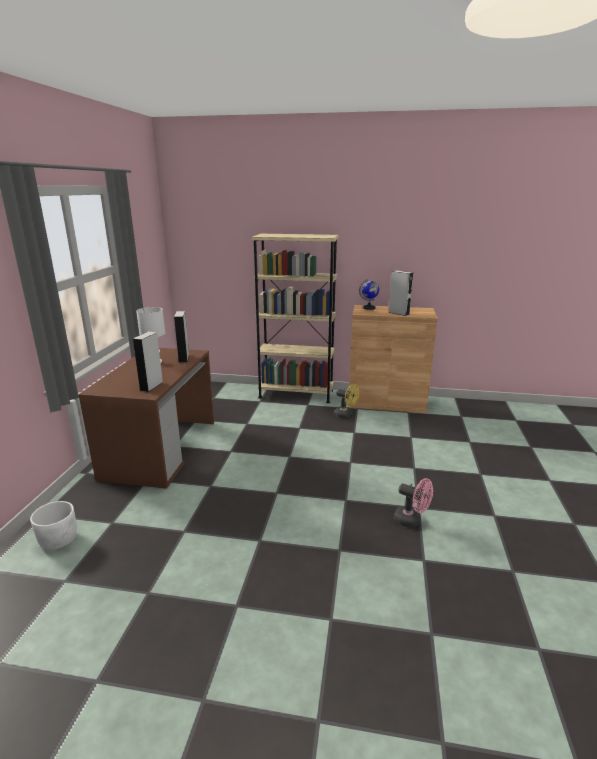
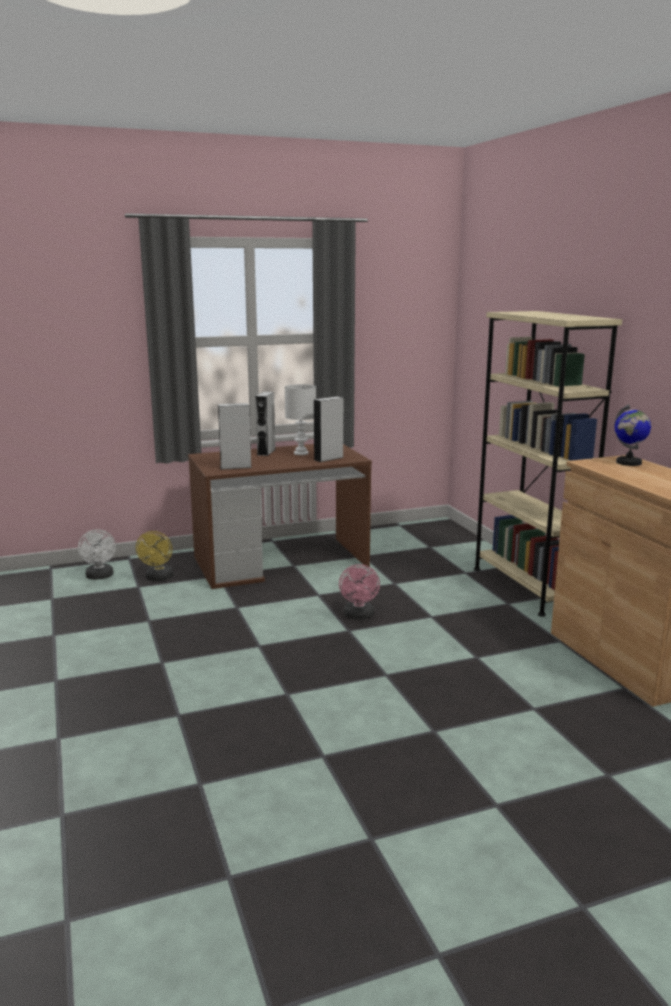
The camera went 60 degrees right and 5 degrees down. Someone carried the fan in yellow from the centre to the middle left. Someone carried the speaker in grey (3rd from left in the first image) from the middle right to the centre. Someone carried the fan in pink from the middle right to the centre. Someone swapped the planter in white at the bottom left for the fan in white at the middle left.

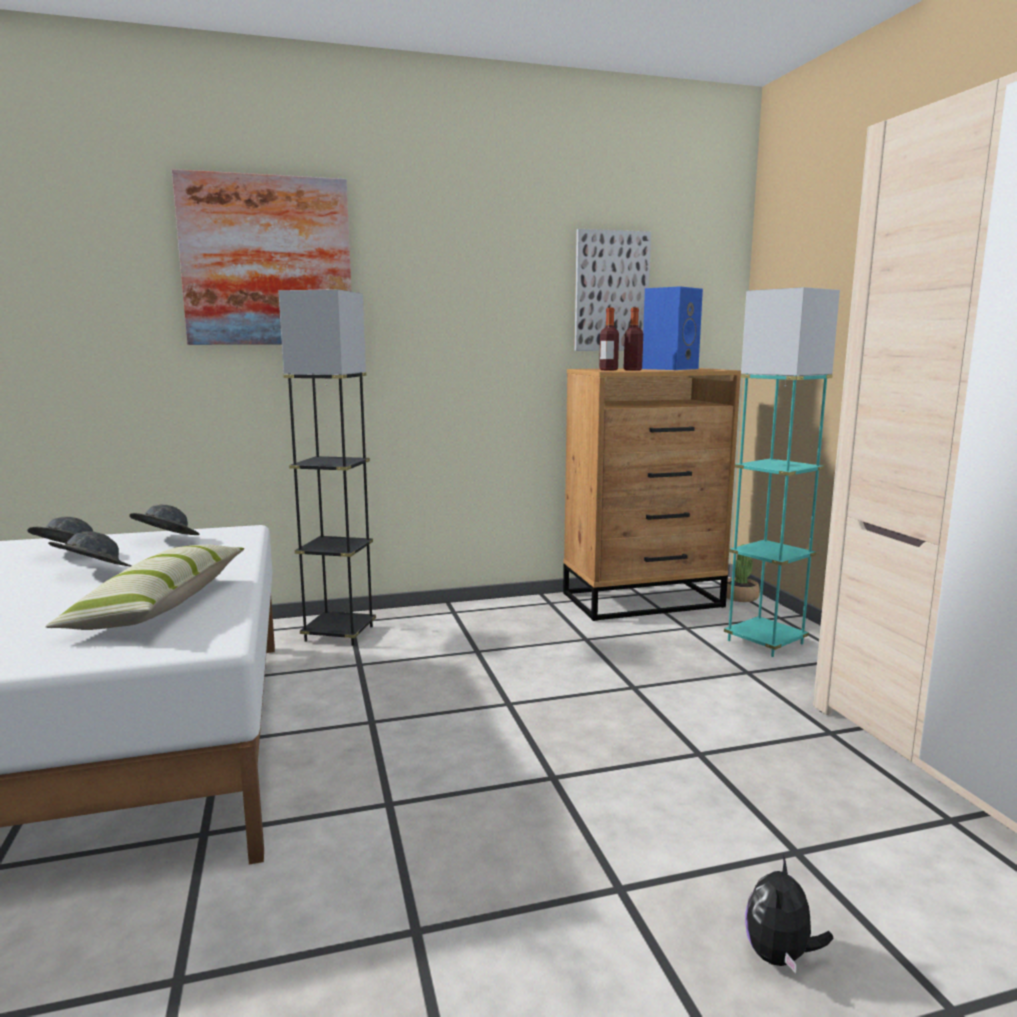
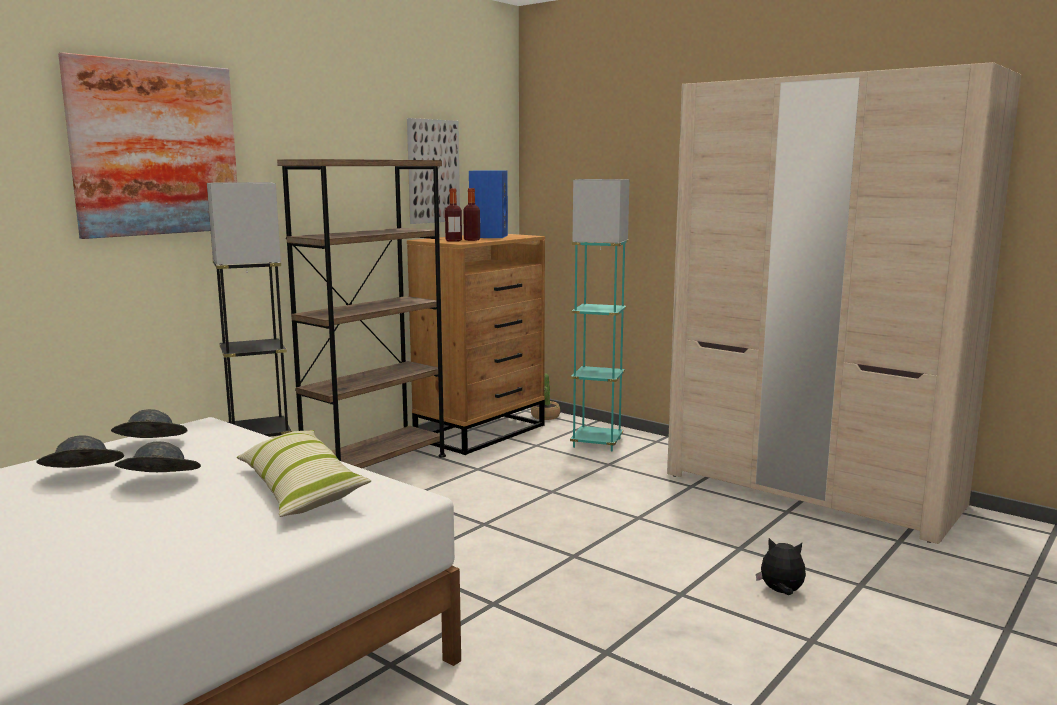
The camera went 35 degrees left and 0 degrees up. Someone put down the bookcase in brown at the centre. Someone rotated the plush toy at the bottom right by 120 degrees clockwise.

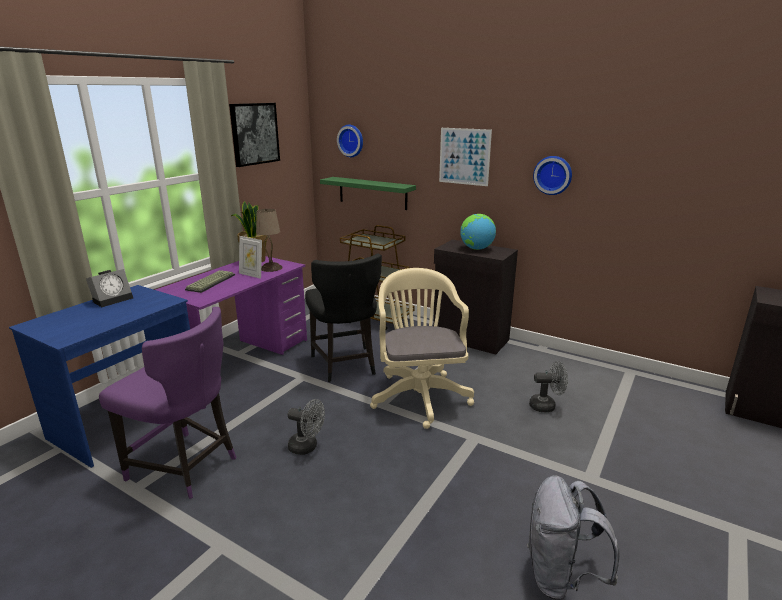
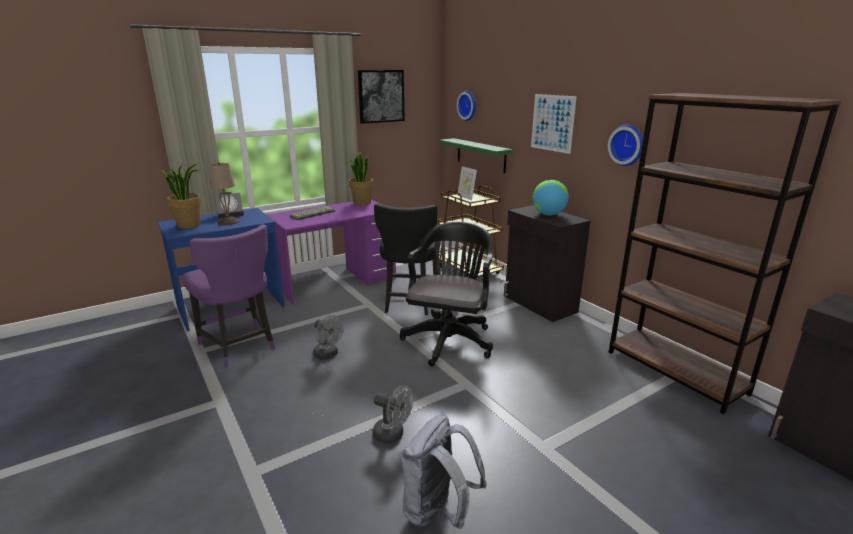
The camera went 25 degrees right and 0 degrees up. Someone put down the potted plant (1st from left) at the middle left. Someone put down the bookcase in brown at the middle right. Someone carried the picture frame from the middle left to the centre. Someone carried the table lamp in beige from the centre to the middle left. Someone carried the fan in grey (2nd from left) from the middle right to the bottom centre. Someone repainted the office chair in beige at the centre, which became the office chair in black at the centre.

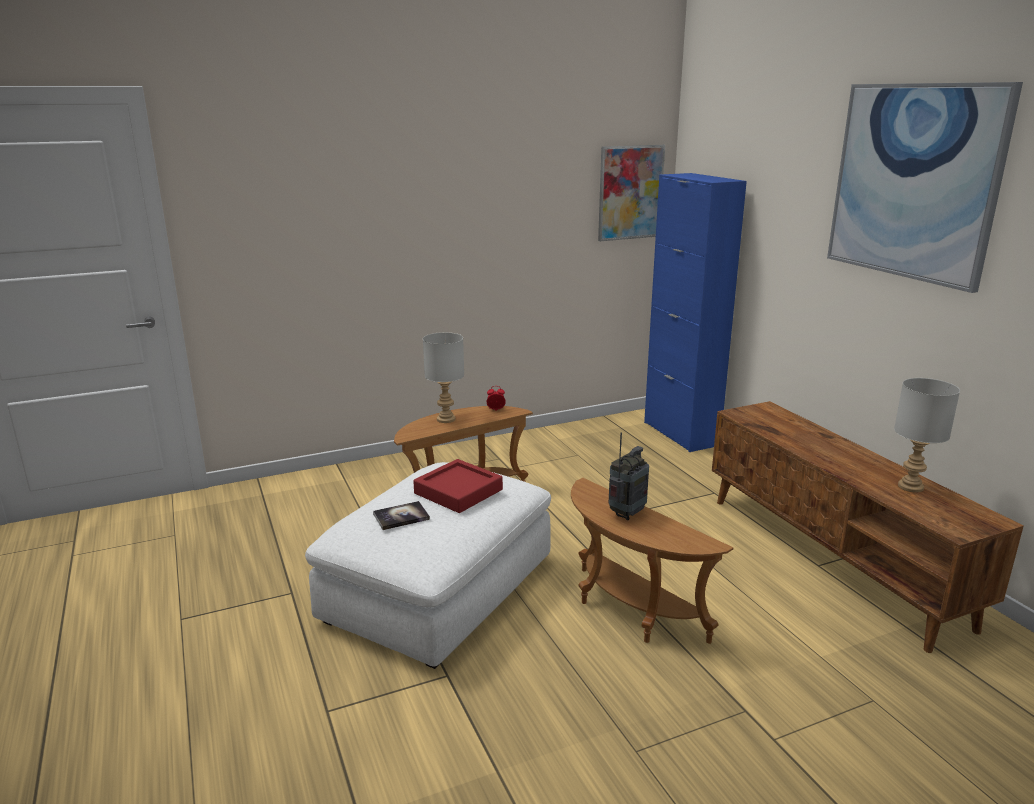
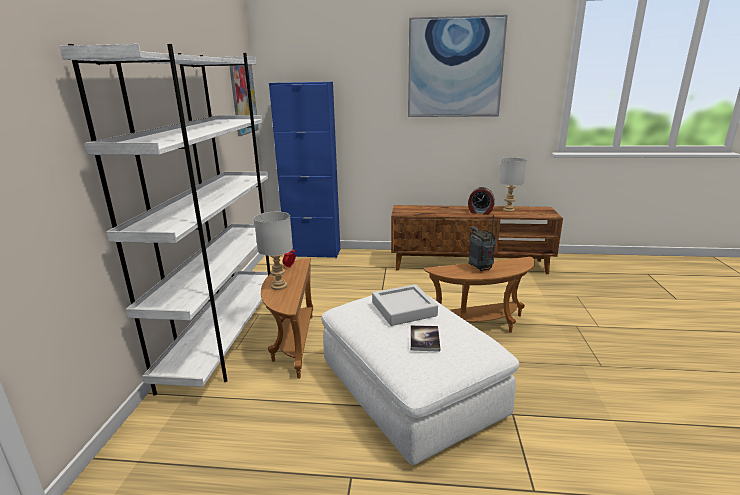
The camera went 60 degrees left and 0 degrees up. Someone put down the bookcase in white at the middle left. Someone put down the alarm clock (2nd from left) at the centre. Someone repainted the tray in red at the centre, which became the tray in grey at the centre.

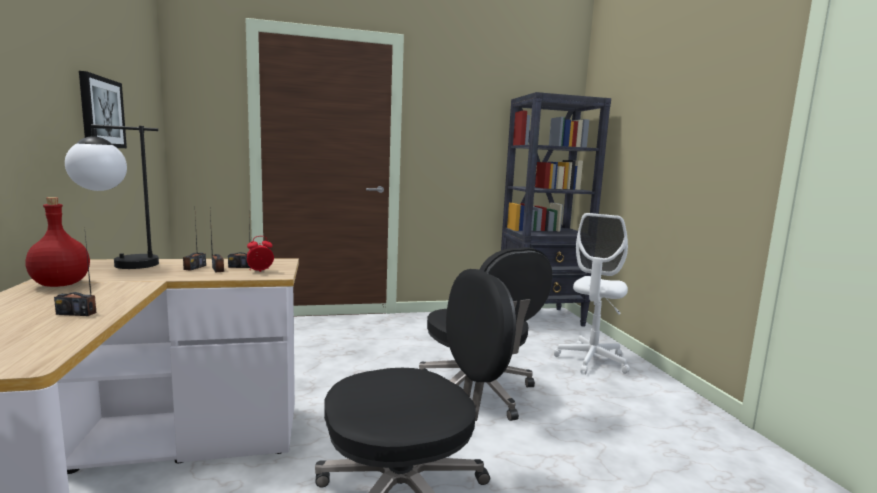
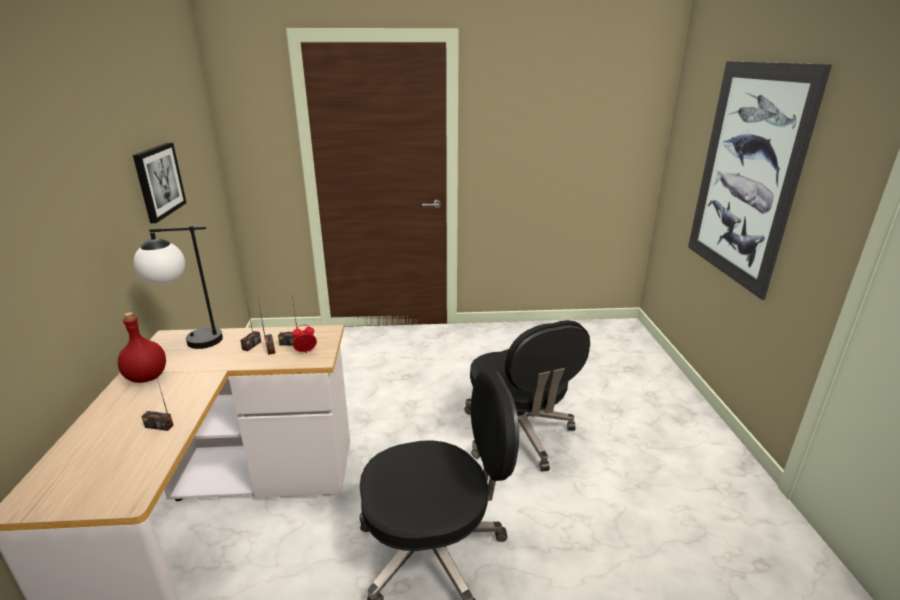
The camera went 10 degrees right and 15 degrees up. Someone took away the bookcase in black at the centre. Someone took away the office chair in white at the middle right. Someone put up the picture (2nd from left) at the top right.

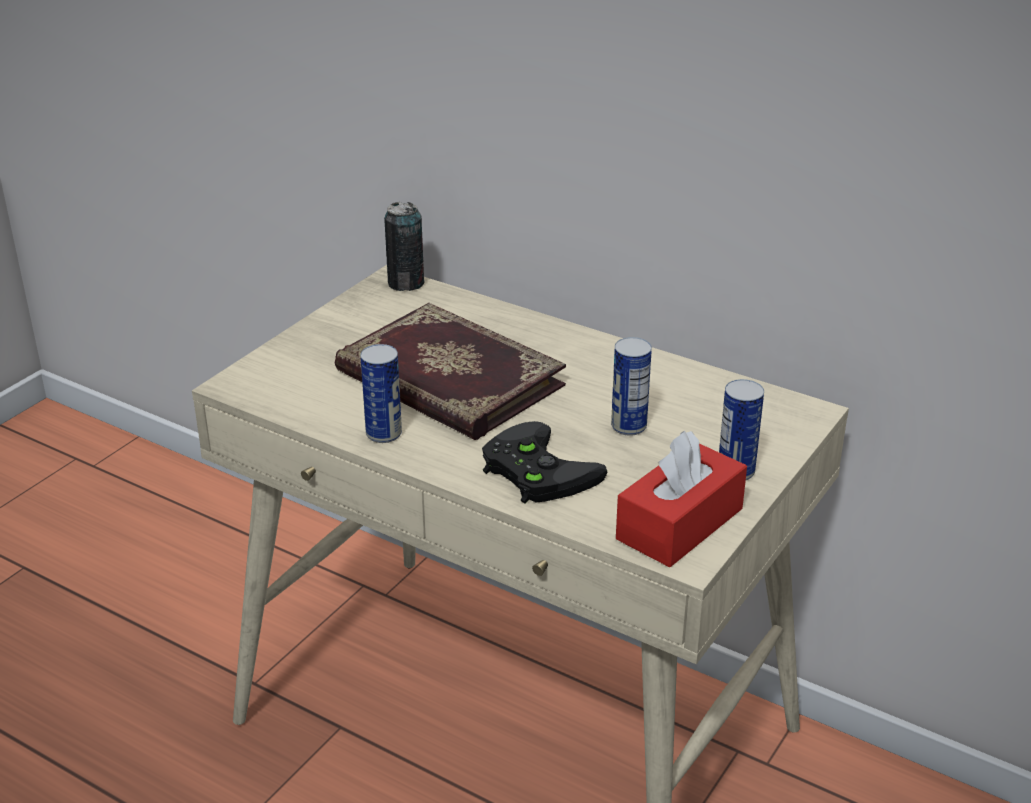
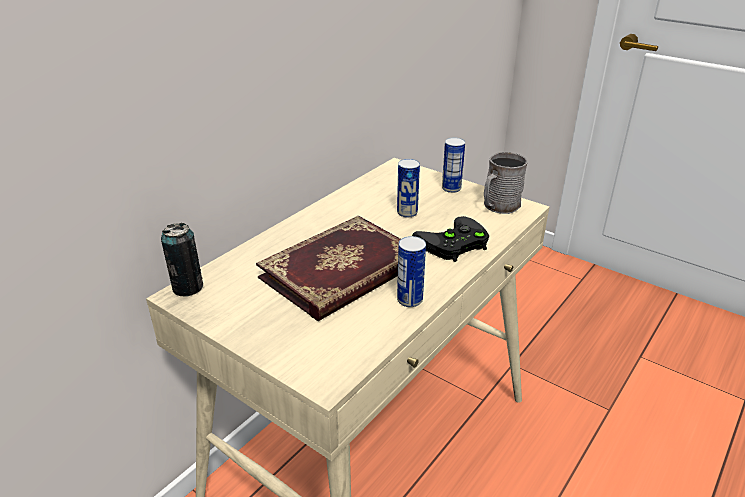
The camera went 85 degrees left and 0 degrees up. Someone swapped the tissue box in red at the centre for the mug in grey at the middle right.

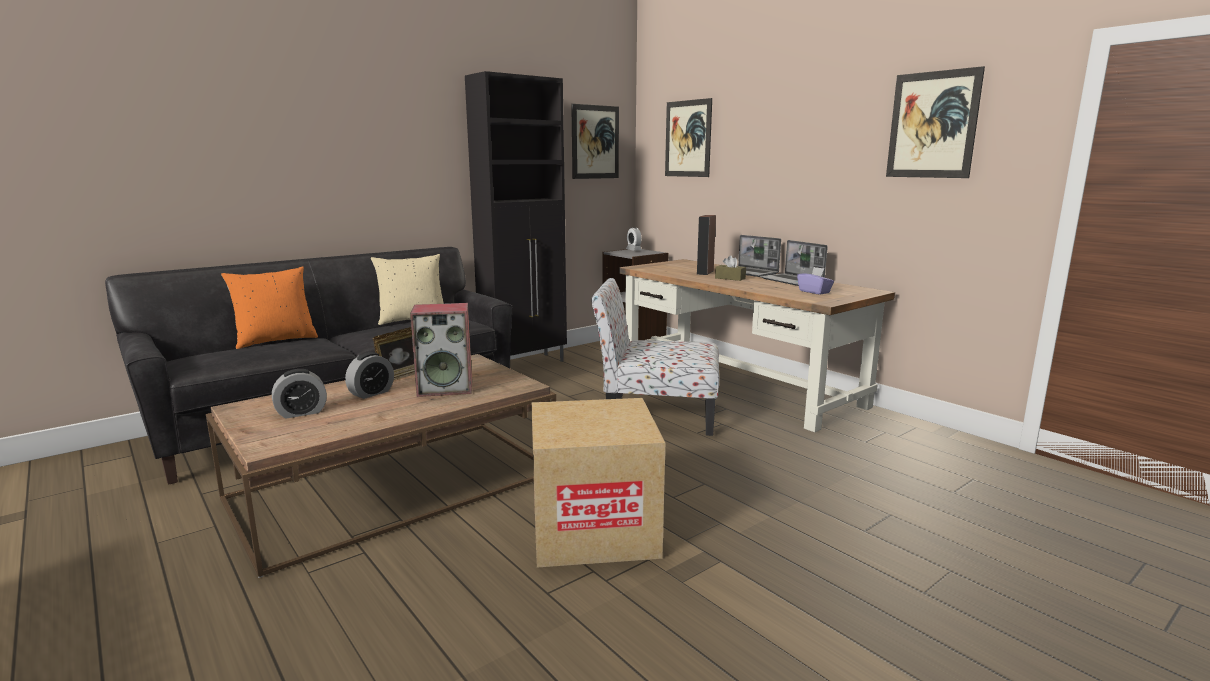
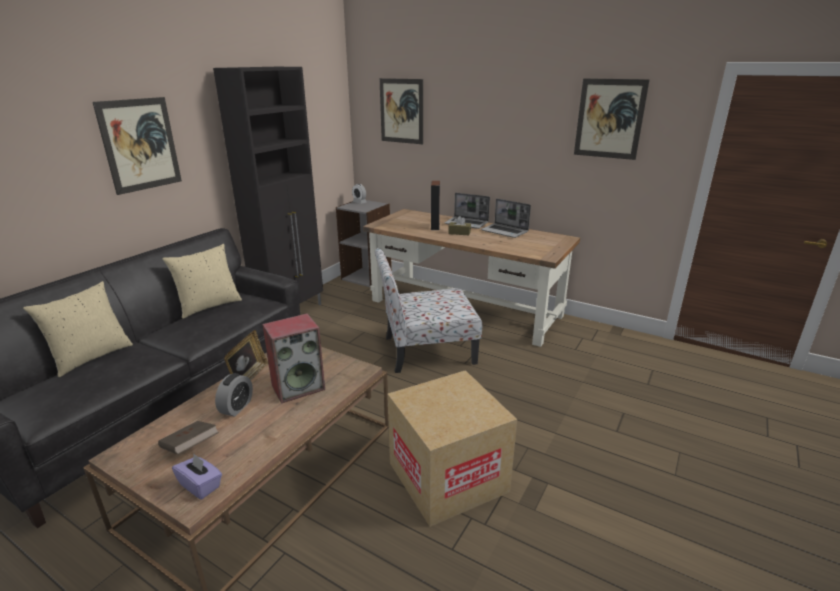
The camera went 20 degrees left and 10 degrees up. Someone carried the picture (1st from left) from the top centre to the top left. Someone carried the tissue box in purple from the middle right to the bottom left. Someone swapped the alarm clock (1st from left) at the middle left for the book in brown at the bottom left. Someone repainted the pillow in orange at the middle left, which became the pillow in beige (1st from left) at the middle left.

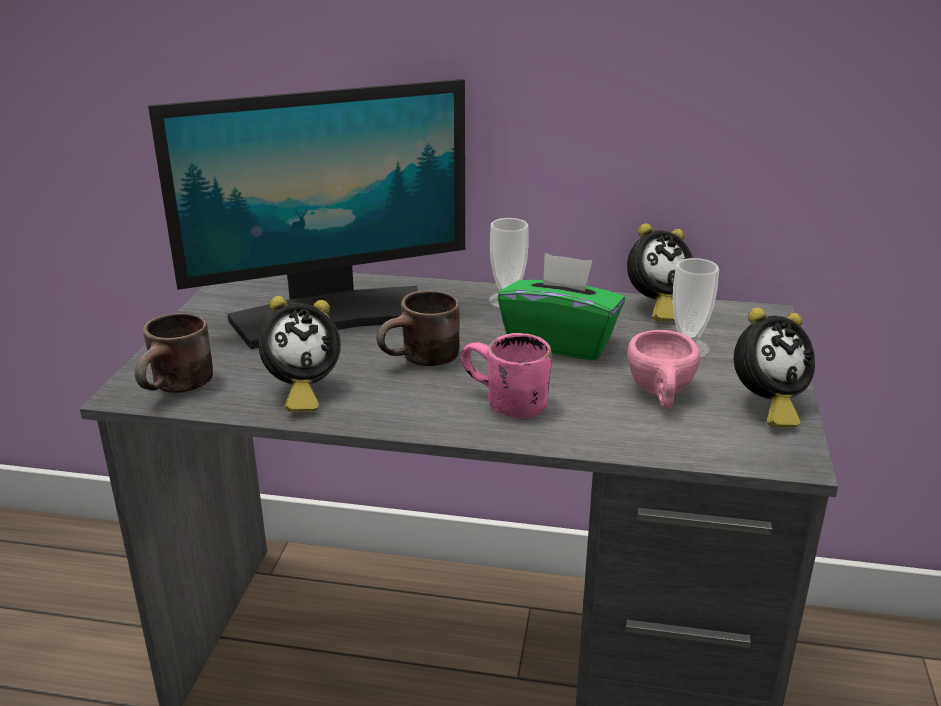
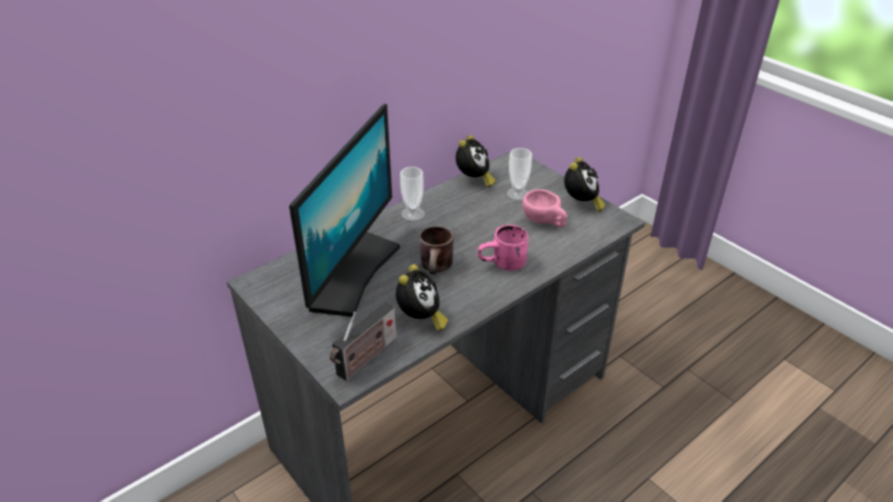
The camera went 50 degrees left and 10 degrees up. Someone took away the tissue box in green at the centre. Someone swapped the mug in brown (1st from left) at the middle left for the radio at the bottom centre.

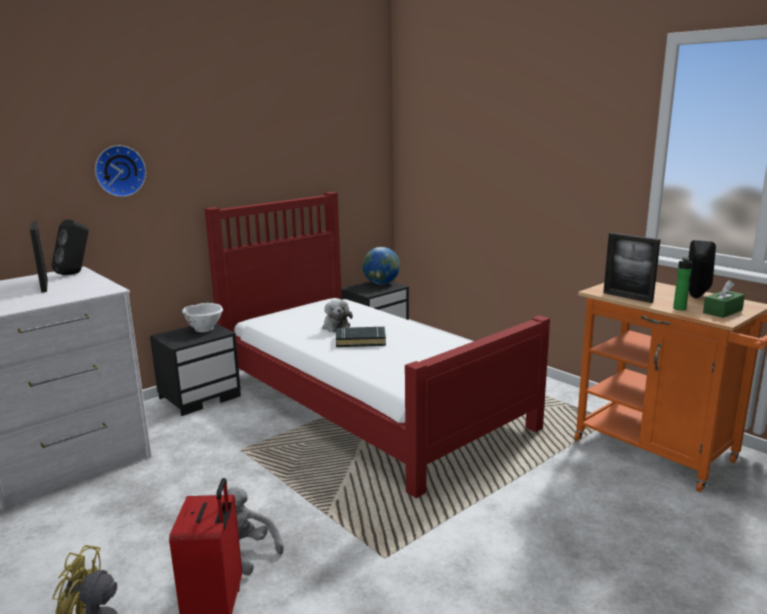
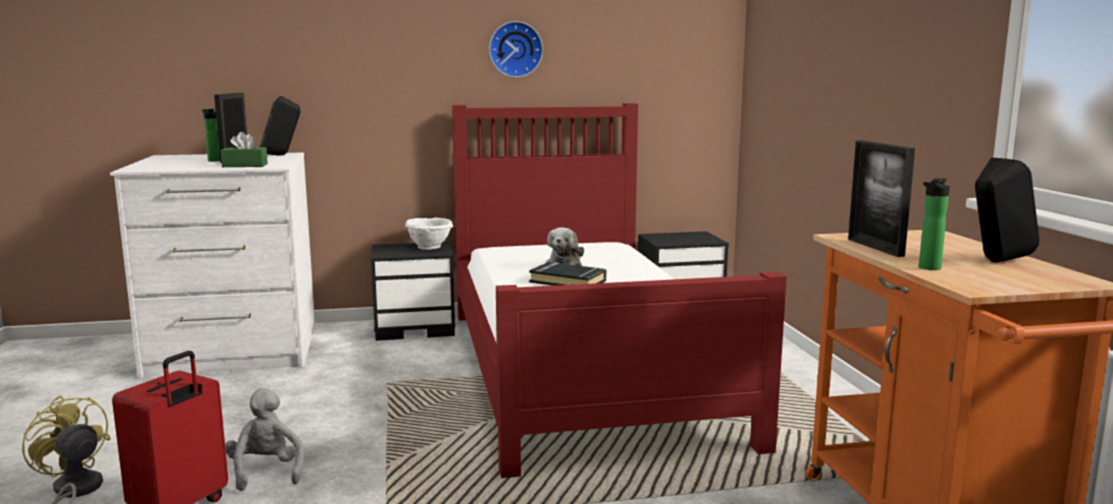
The camera went 30 degrees right and 5 degrees down. Someone took away the globe at the centre. Someone put down the bottle (1st from left) at the top left. Someone carried the wall clock from the top left to the top centre. Someone carried the tissue box in green from the middle right to the top left.

